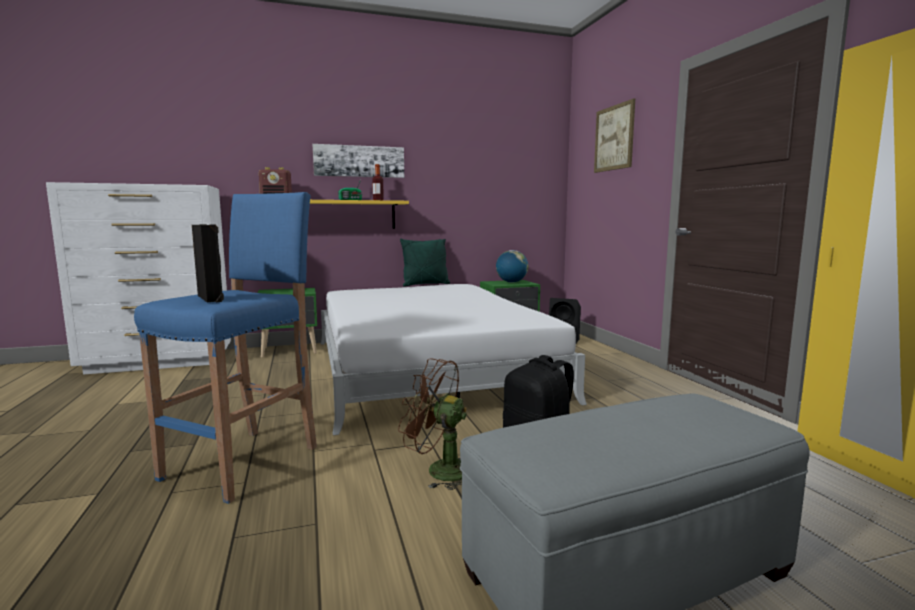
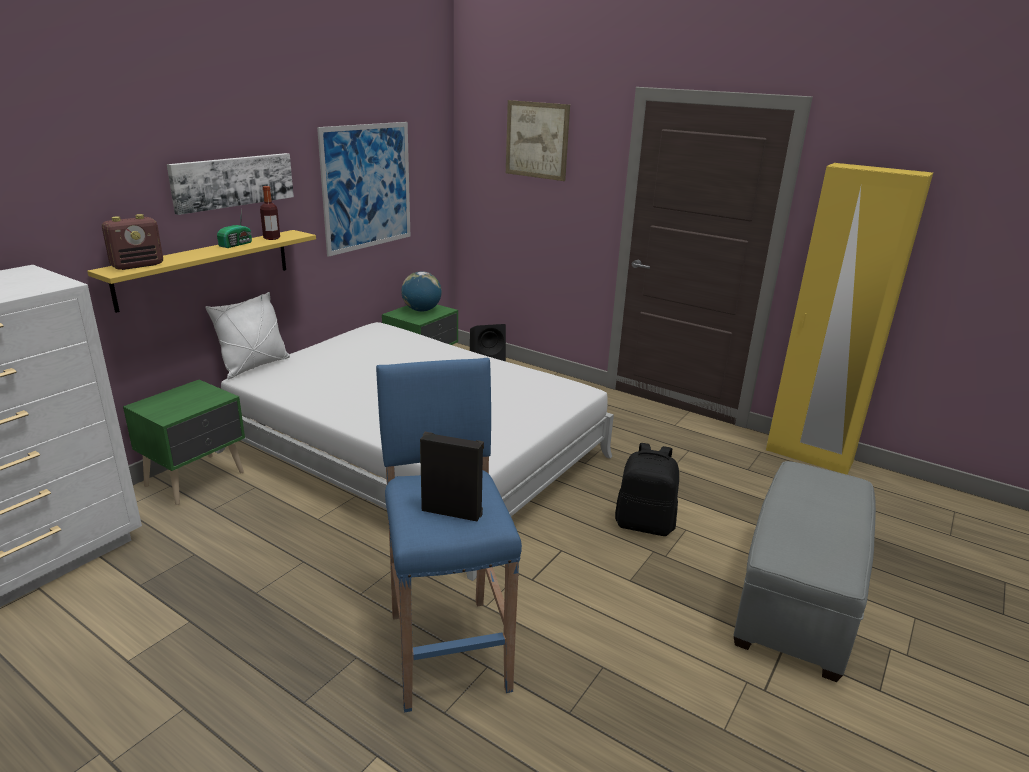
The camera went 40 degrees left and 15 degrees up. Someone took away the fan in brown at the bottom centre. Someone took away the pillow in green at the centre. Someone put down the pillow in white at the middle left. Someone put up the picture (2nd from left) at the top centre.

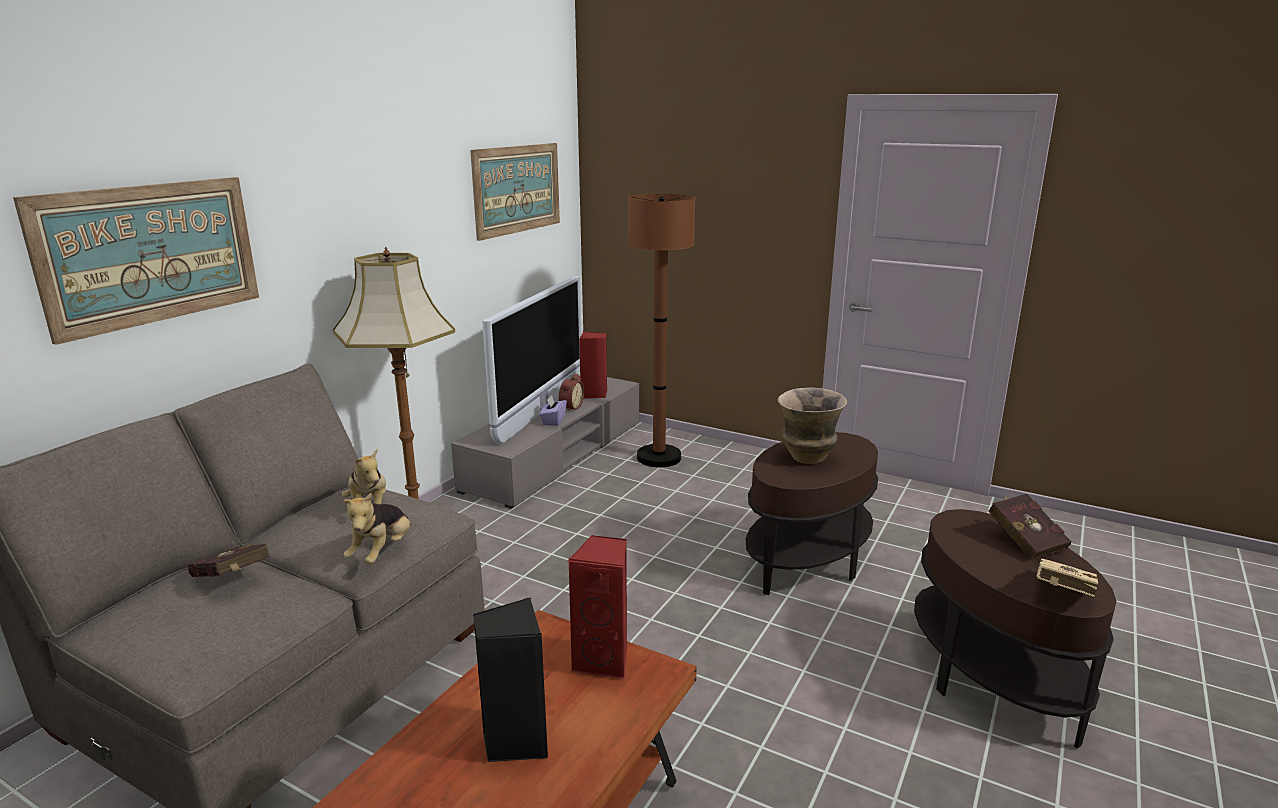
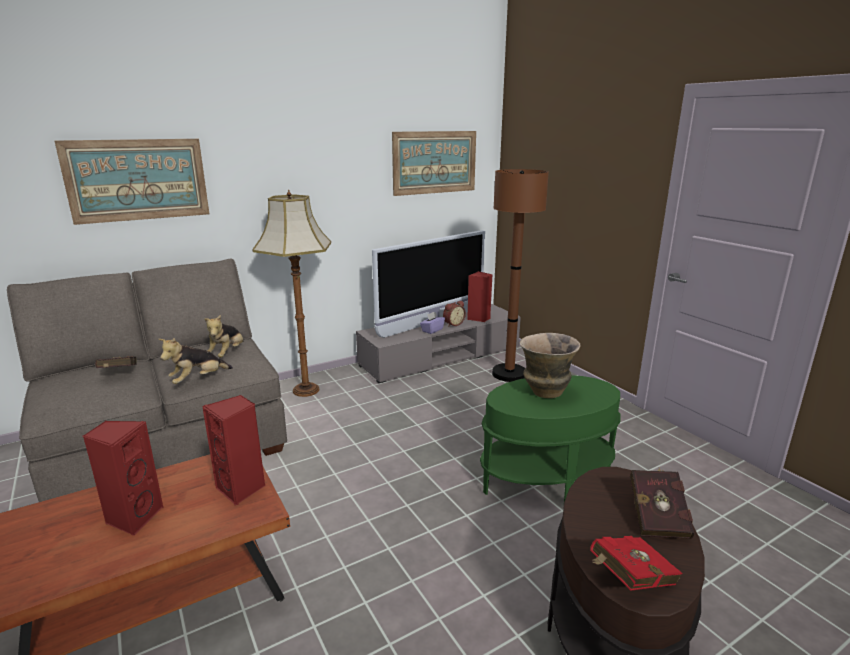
The camera went 30 degrees right and 0 degrees up. Someone repainted the speaker in black at the bottom centre, which became the speaker in red (1st from left) at the bottom left. Someone repainted the side table in brown (1st from left) at the centre, which became the side table in green at the bottom centre. Someone repainted the book in beige at the bottom right, which became the book in red (2nd from left) at the bottom right.

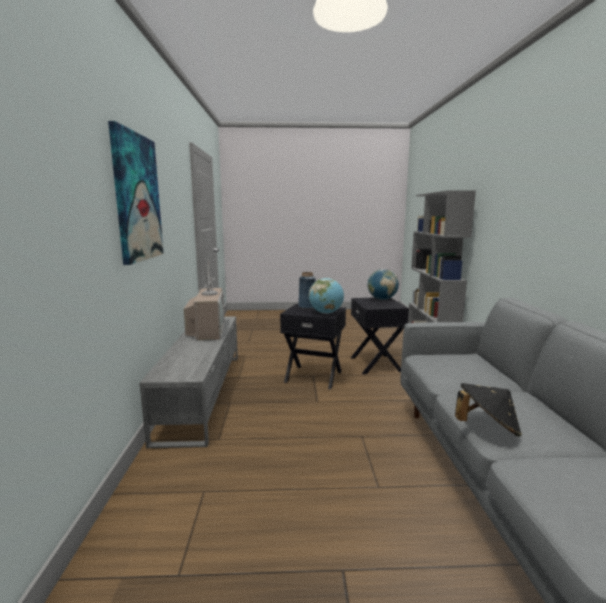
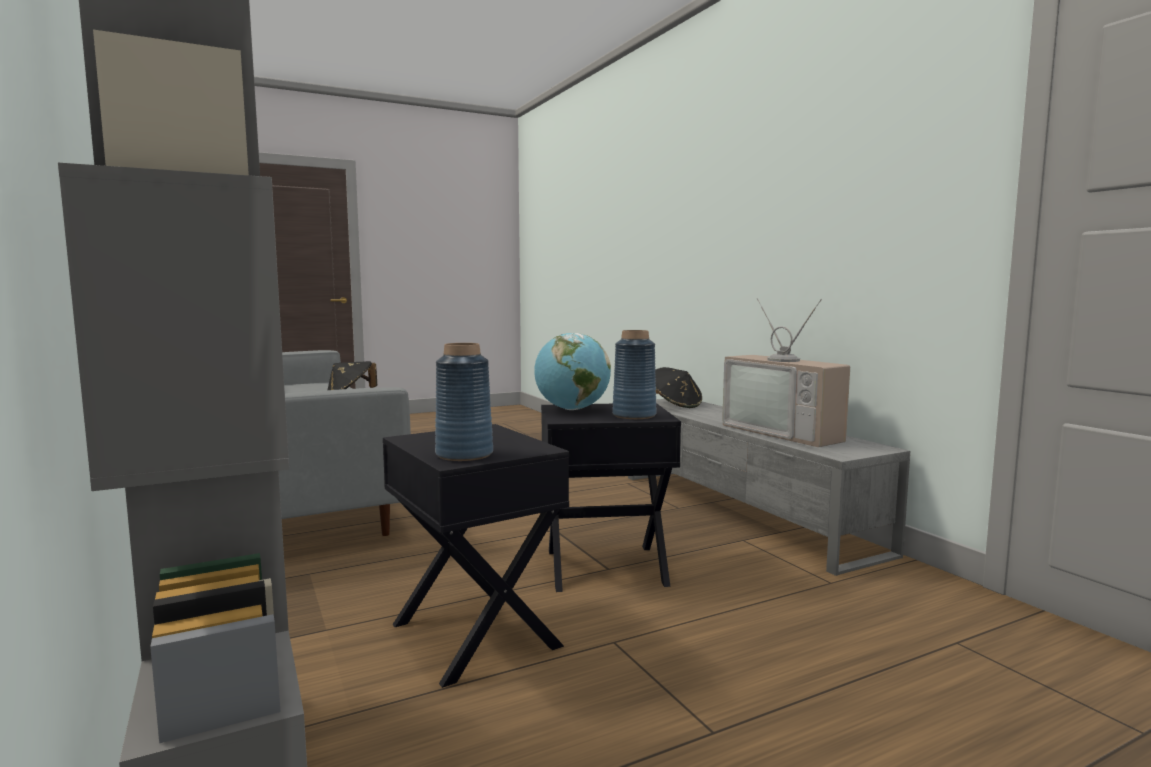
The camera went 155 degrees right and 5 degrees down. Someone took away the picture at the top left. Someone put down the hat in black (2nd from left) at the centre. Someone swapped the globe (2nd from left) at the centre for the vase in blue (1st from left) at the centre.

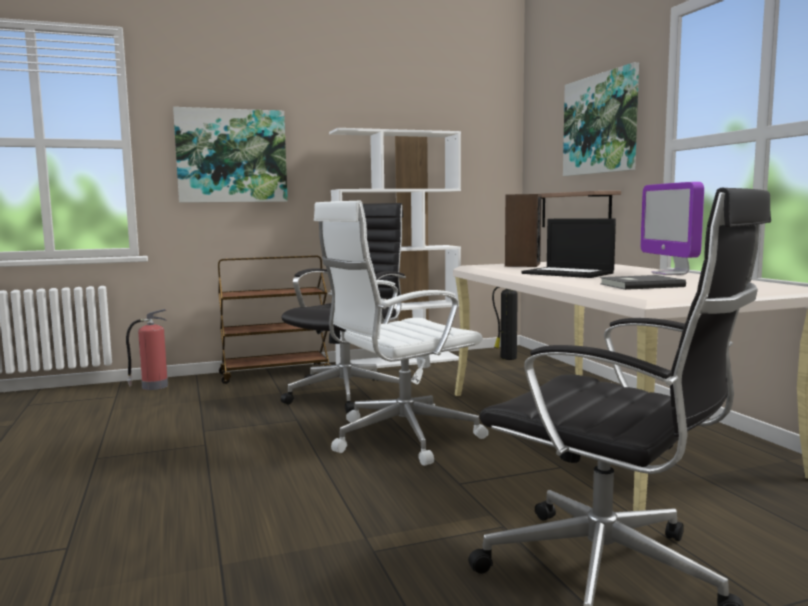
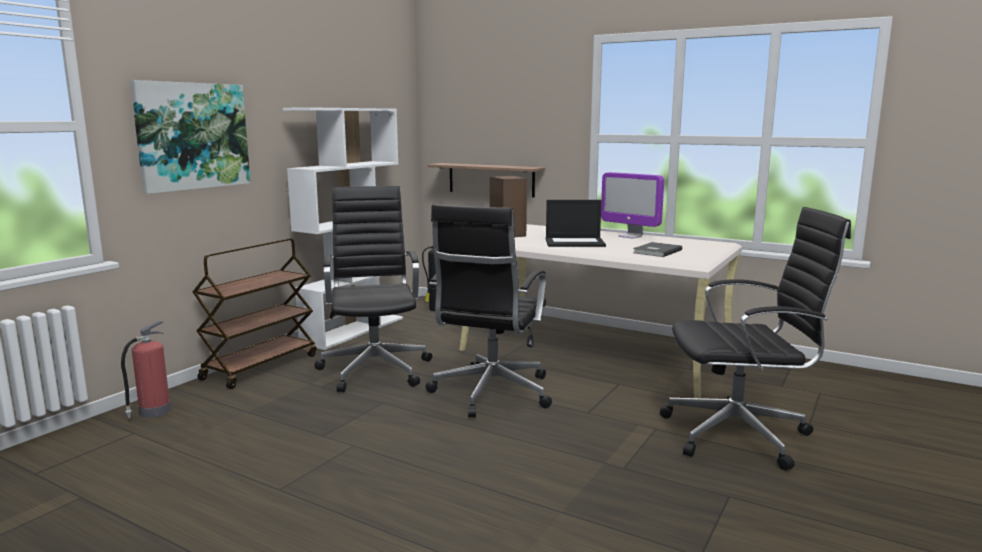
The camera went 40 degrees left and 5 degrees up. Someone took away the picture (2nd from left) at the top right. Someone repainted the office chair in white at the centre, which became the office chair in black (2nd from left) at the centre.

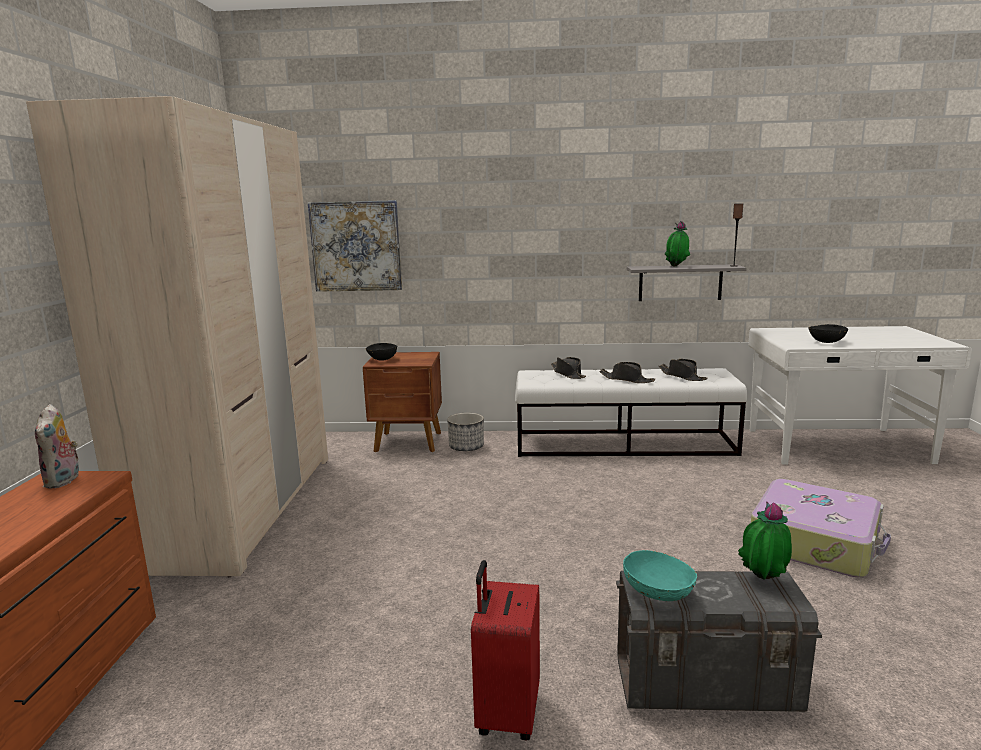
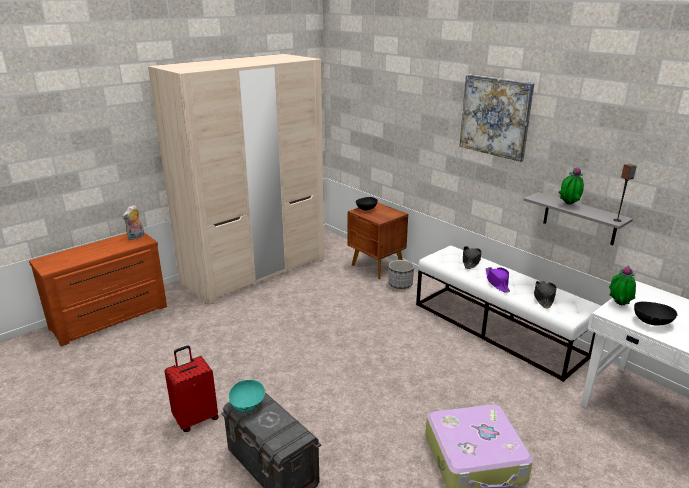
The camera went 45 degrees right and 10 degrees up. Someone carried the picture from the top centre to the top right. Someone carried the potted plant (2nd from left) from the bottom right to the middle right. Someone repainted the hat in black (2nd from left) at the centre, which became the hat in purple at the middle right.

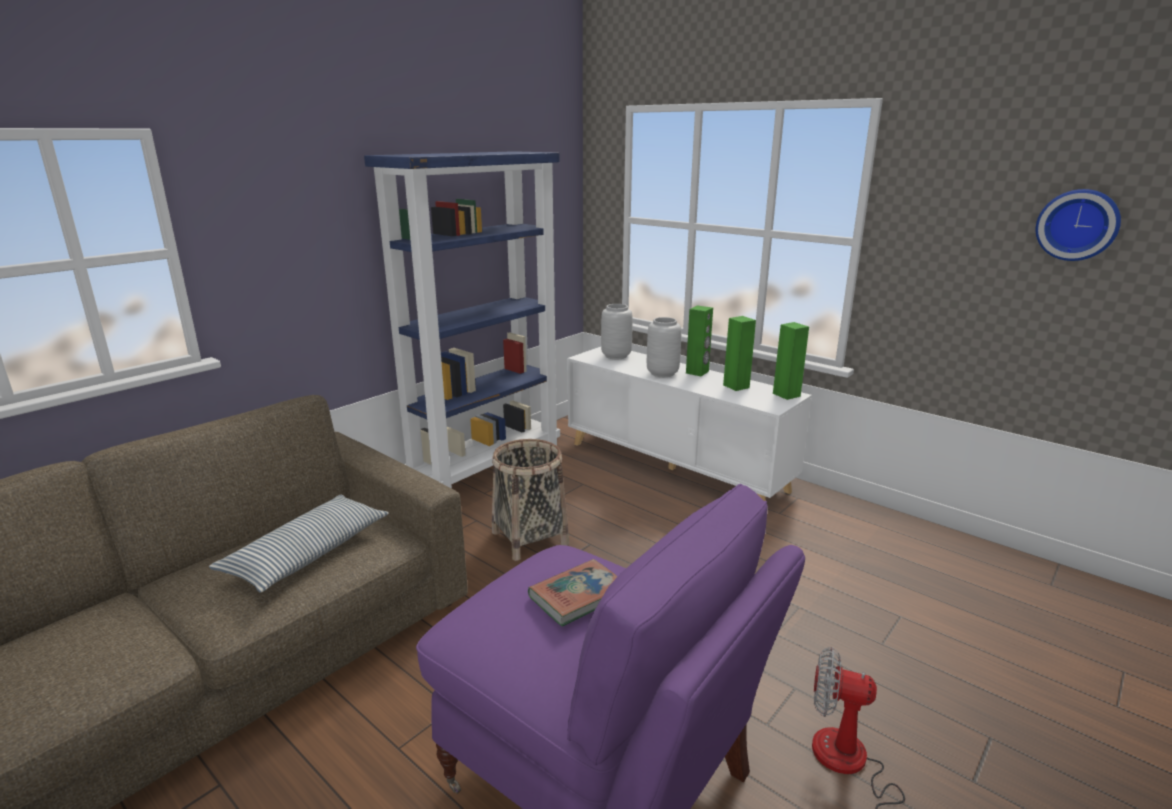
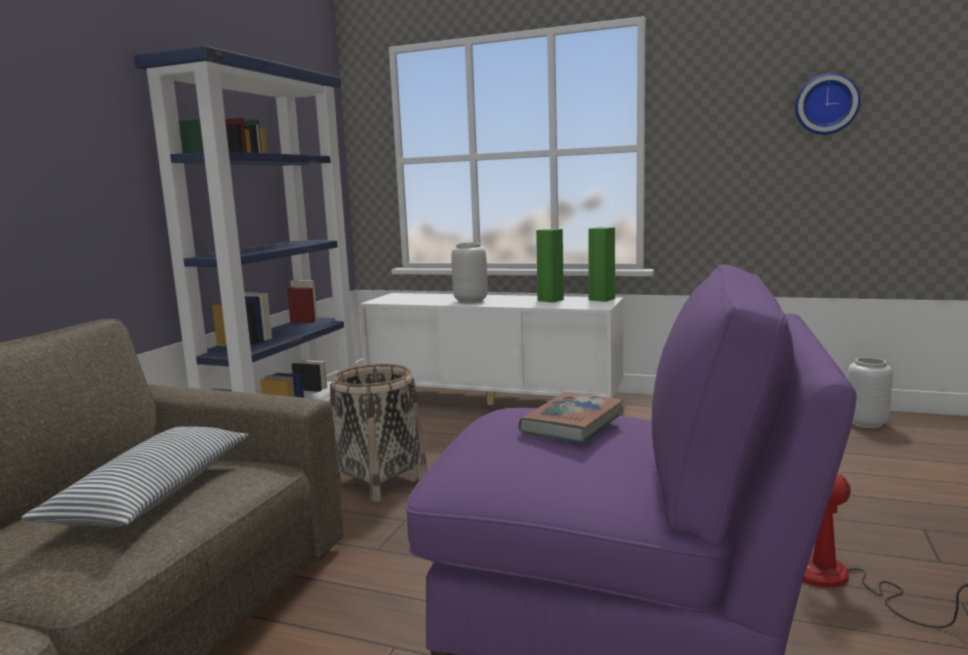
The camera went 20 degrees left and 10 degrees down. Someone took away the speaker in green (1st from left) at the centre. Someone carried the vase in grey (1st from left in the first image) from the centre to the middle right.

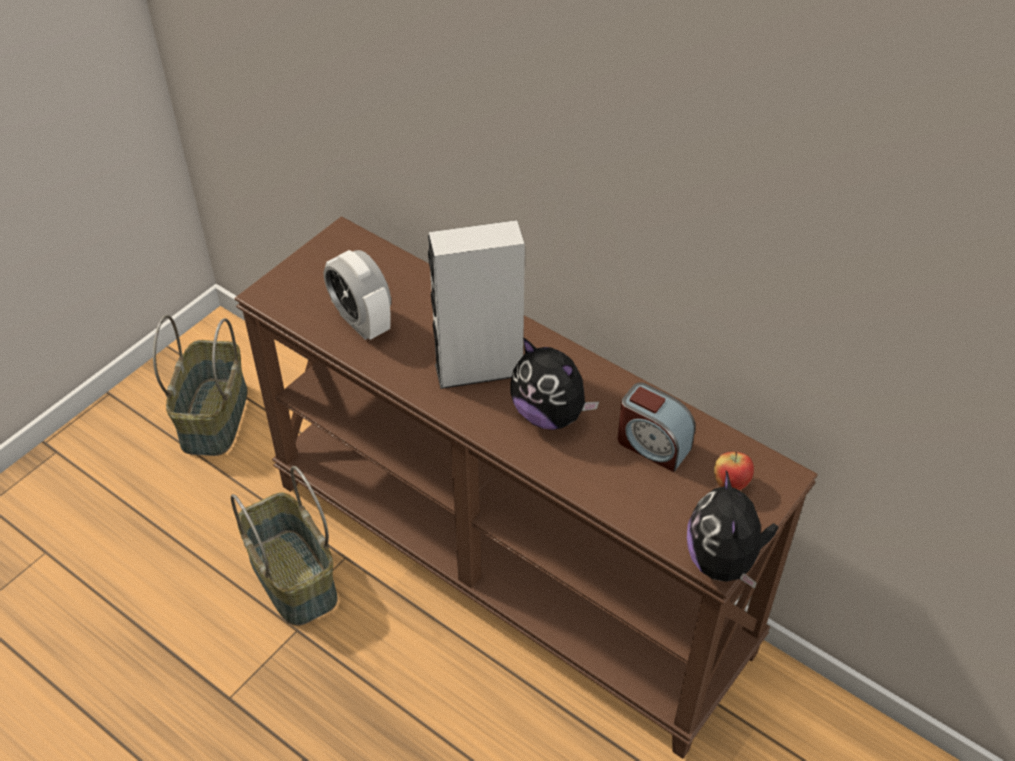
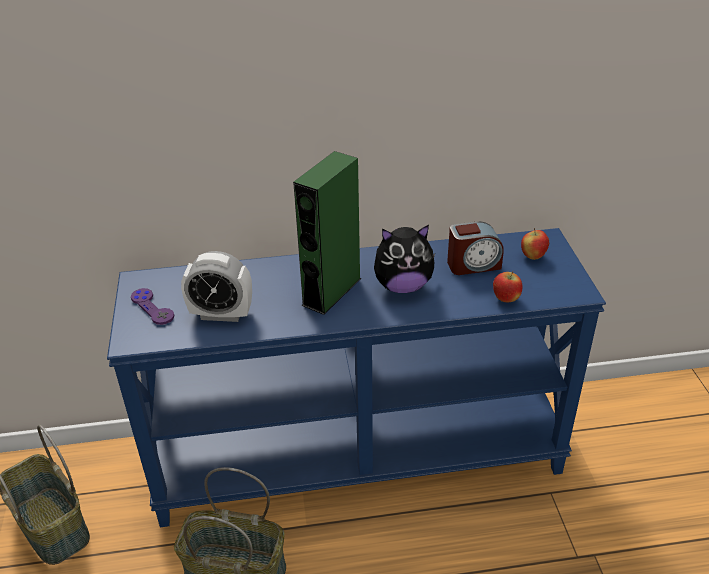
The camera went 45 degrees left and 10 degrees down. Someone took away the plush toy (2nd from left) at the bottom right. Someone put down the game controller in purple at the middle left. Someone put down the apple (1st from left) at the middle right. Someone repainted the console table in brown at the centre, which became the console table in blue at the centre. Someone repainted the speaker in grey at the centre, which became the speaker in green at the centre.

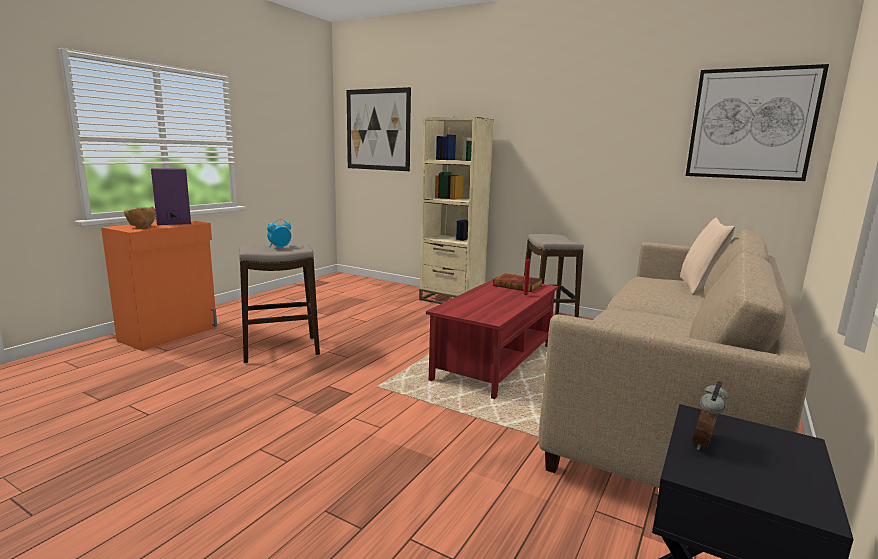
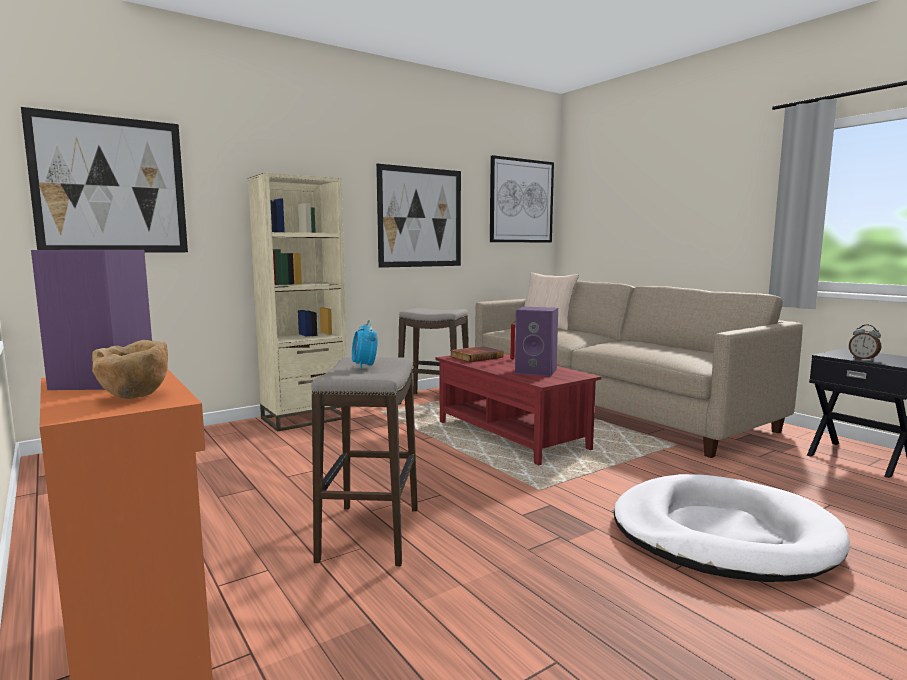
The camera went 65 degrees left and 5 degrees down. Someone put up the picture (2nd from left) at the top centre. Someone put down the speaker in purple (2nd from left) at the centre. Someone put down the dog bed in white at the bottom right.

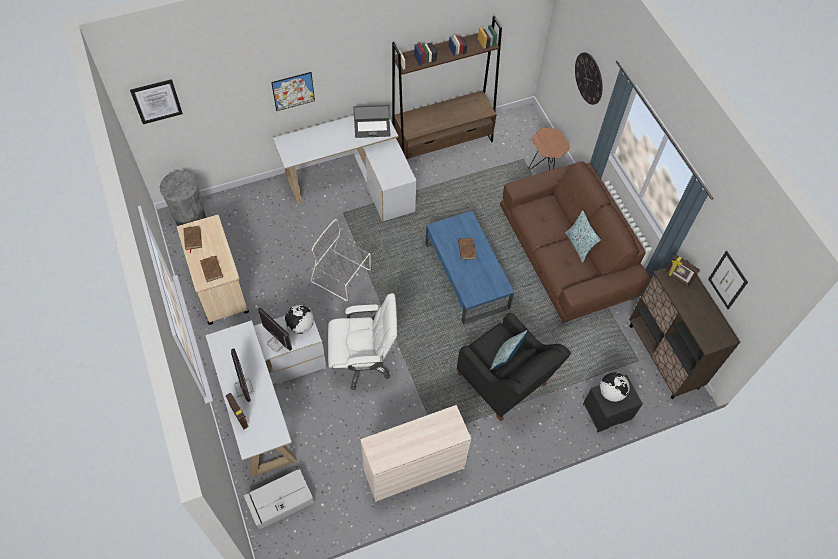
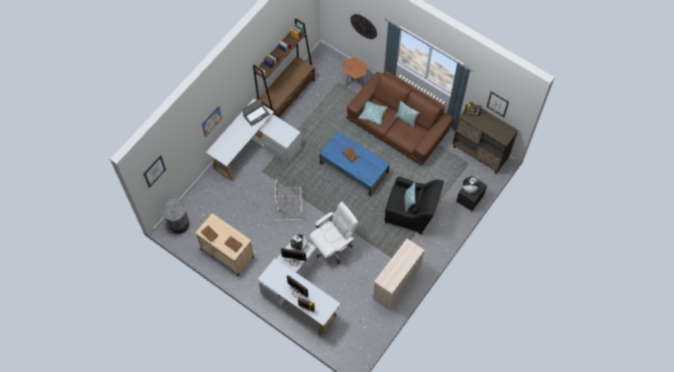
The camera went 30 degrees left and 5 degrees up. Someone took away the storage box in grey at the bottom left. Someone put down the pillow (1st from left) at the top centre.

